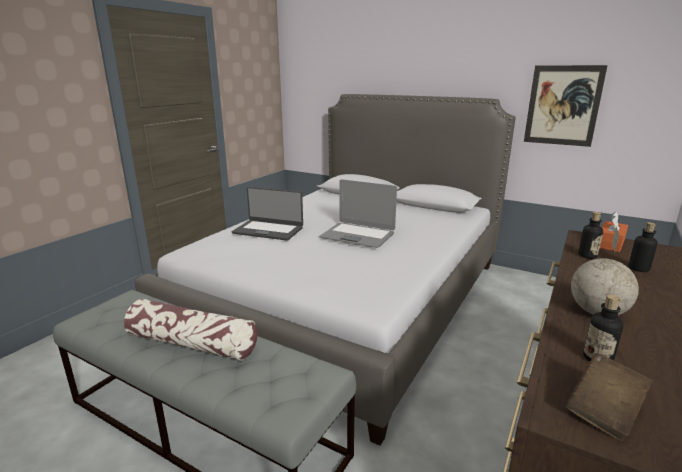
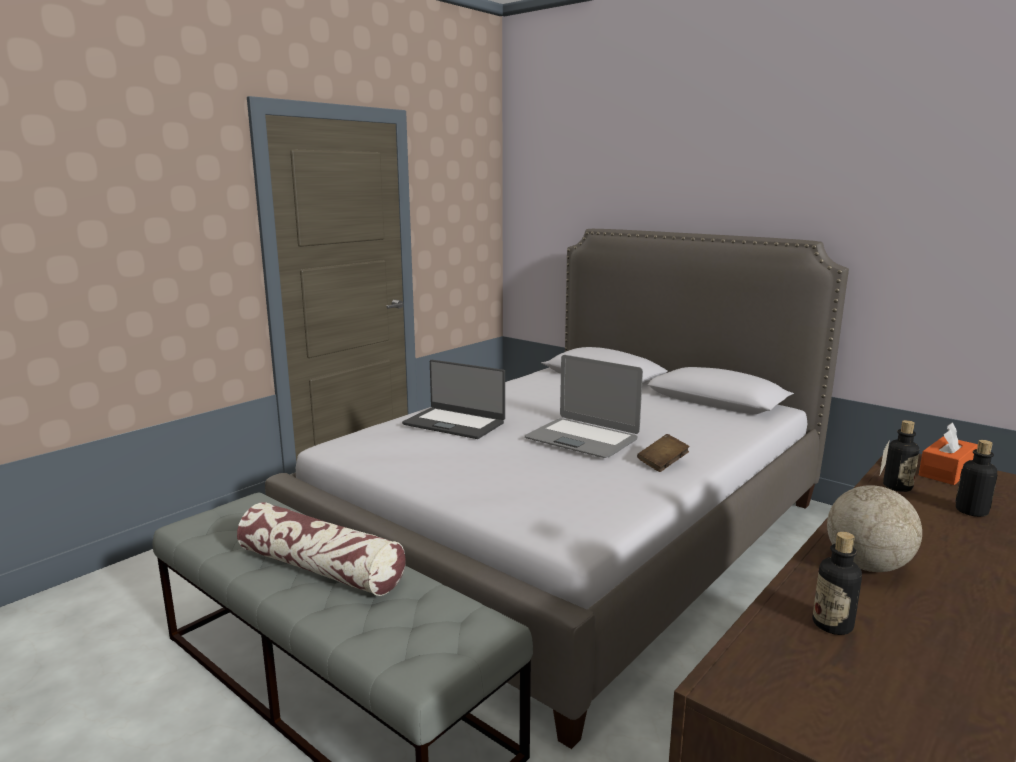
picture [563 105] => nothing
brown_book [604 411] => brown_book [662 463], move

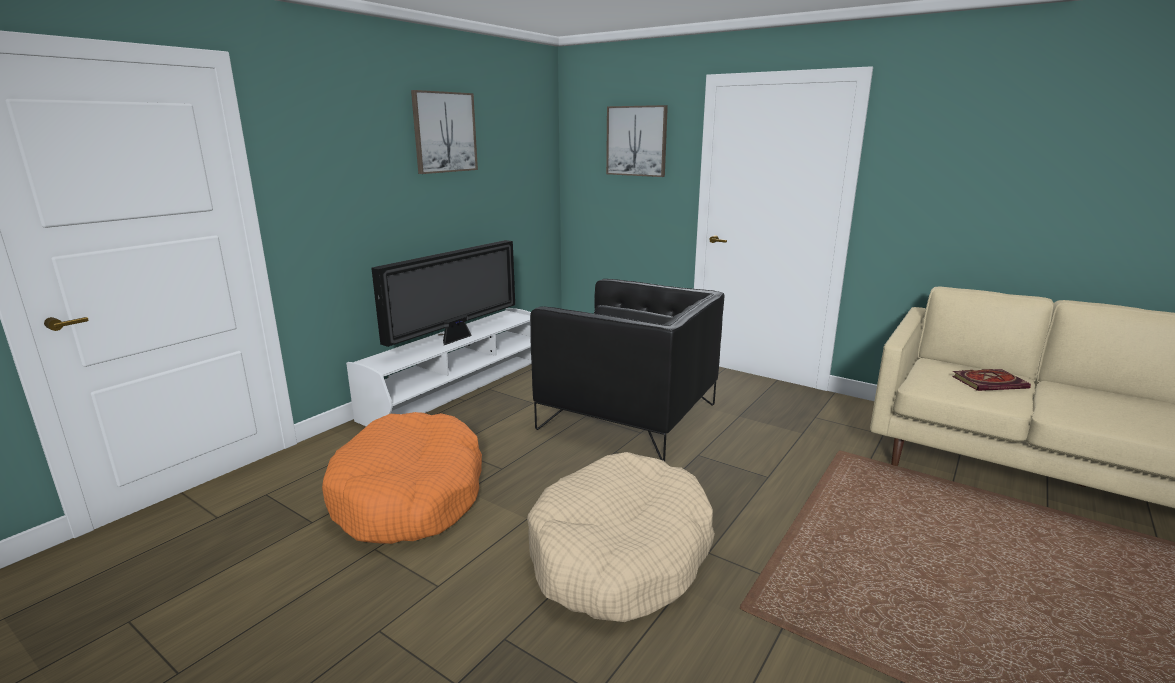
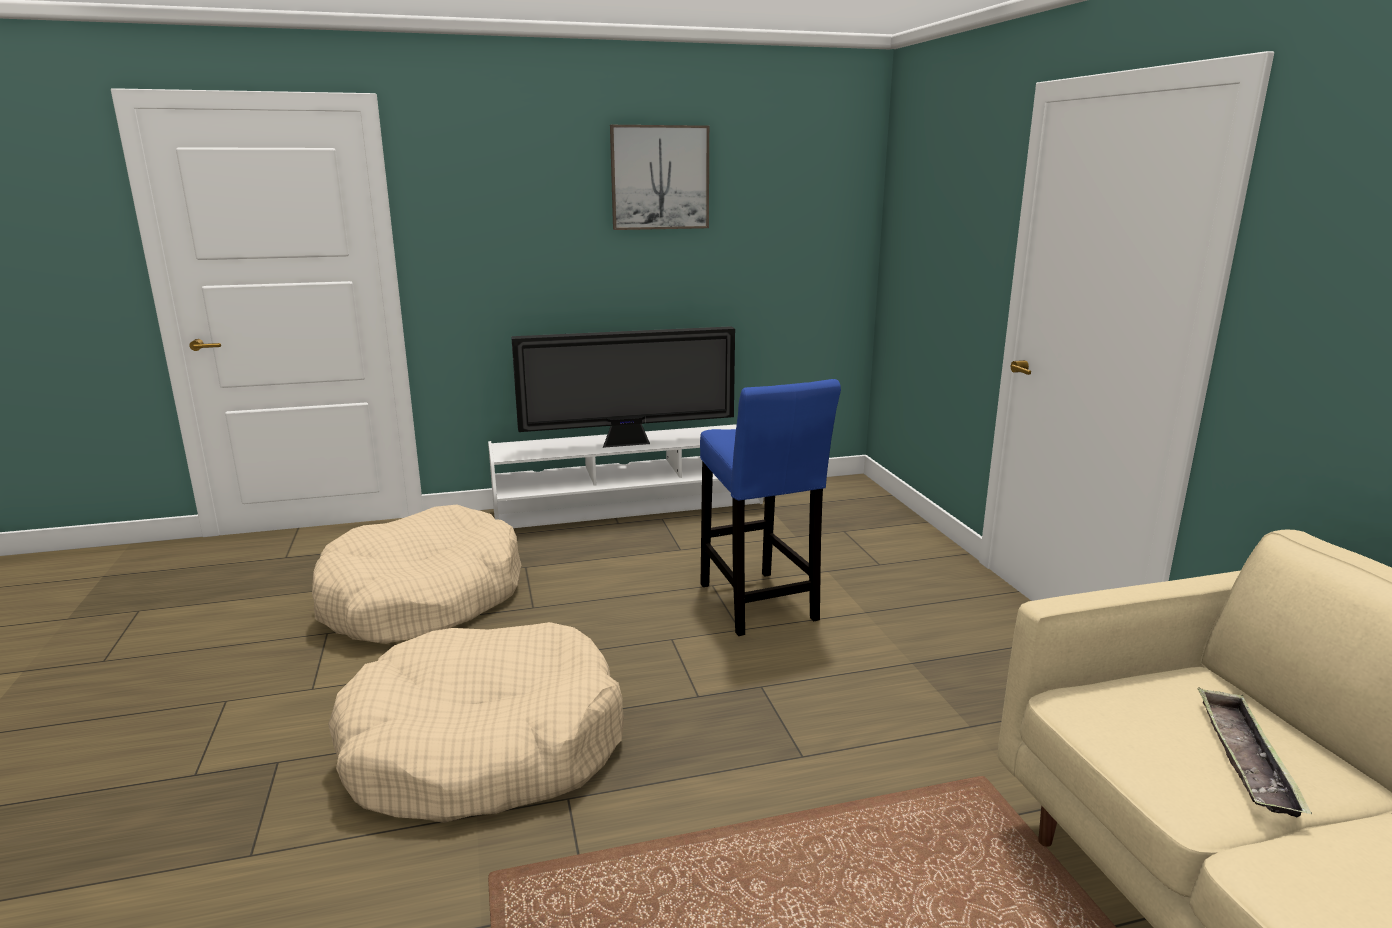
orange_dog_bed [410 496] => beige_dog_bed [422 599]
black_armchair [629 417] => blue_stool [758 606]
picture [636 141] => nothing
book [989 382] => tray [1245 757]

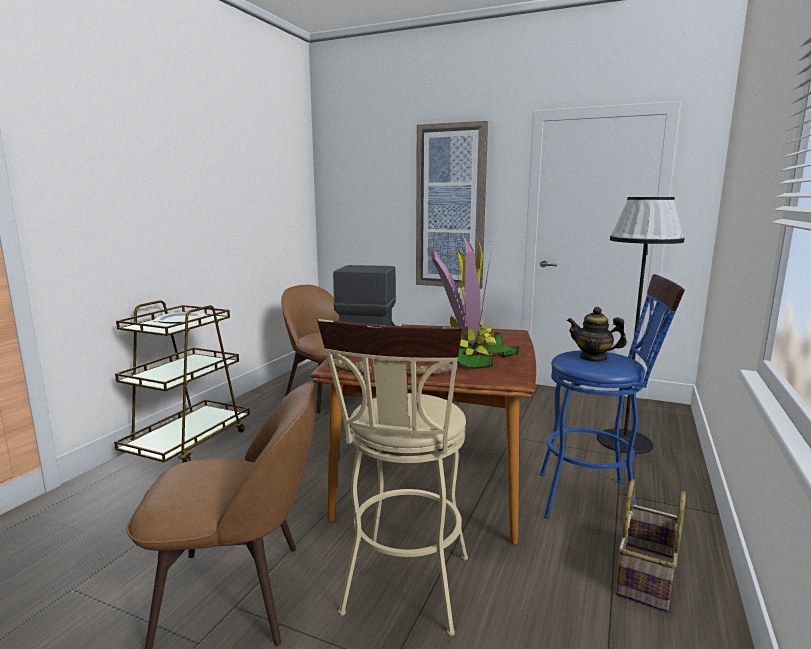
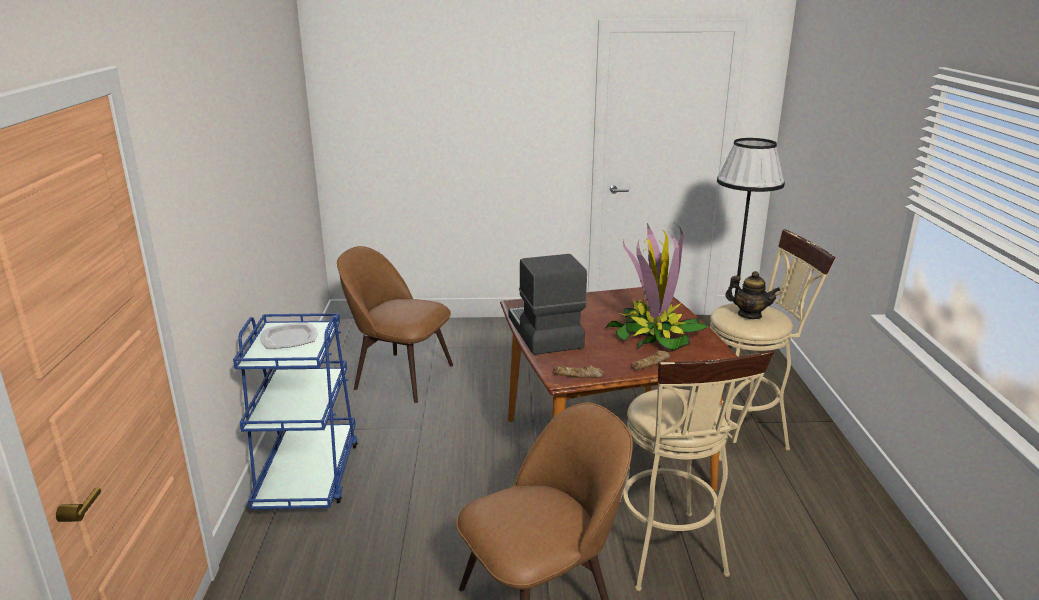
brown_cart [189 442] => blue_cart [308 476]
picture [450 207] => nothing
blue_stool [595 499] => beige_stool [743 432]
teapot [593 358] => teapot [749 315], 150 degrees counterclockwise
basket [647 577] => nothing

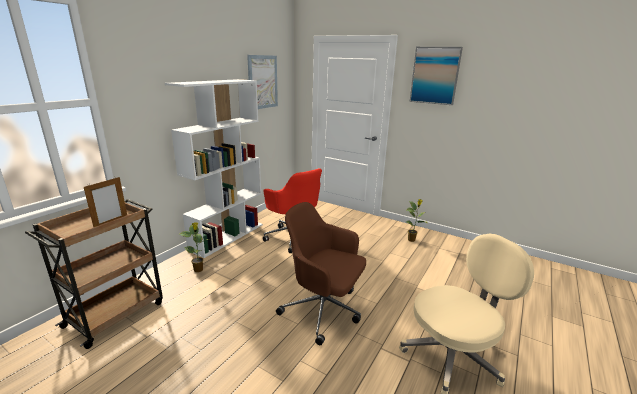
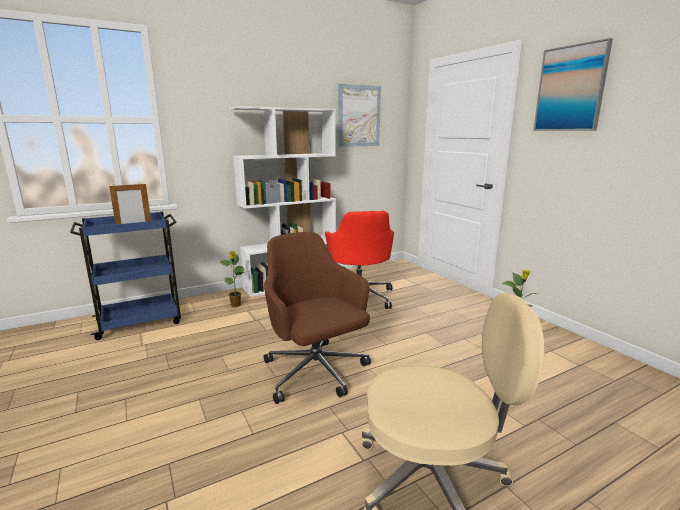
brown_cart [116 313] => blue_cart [141 321]

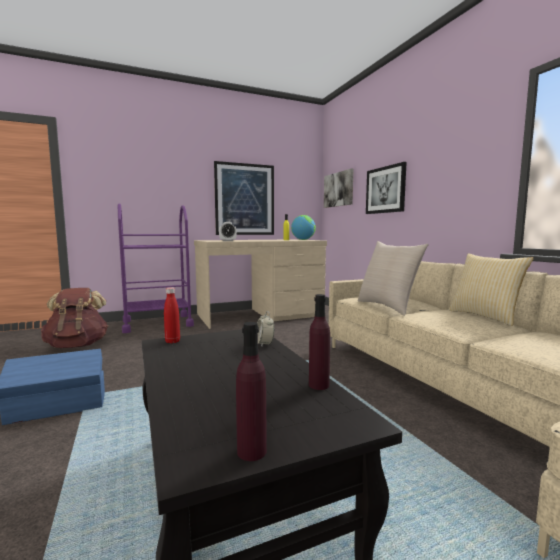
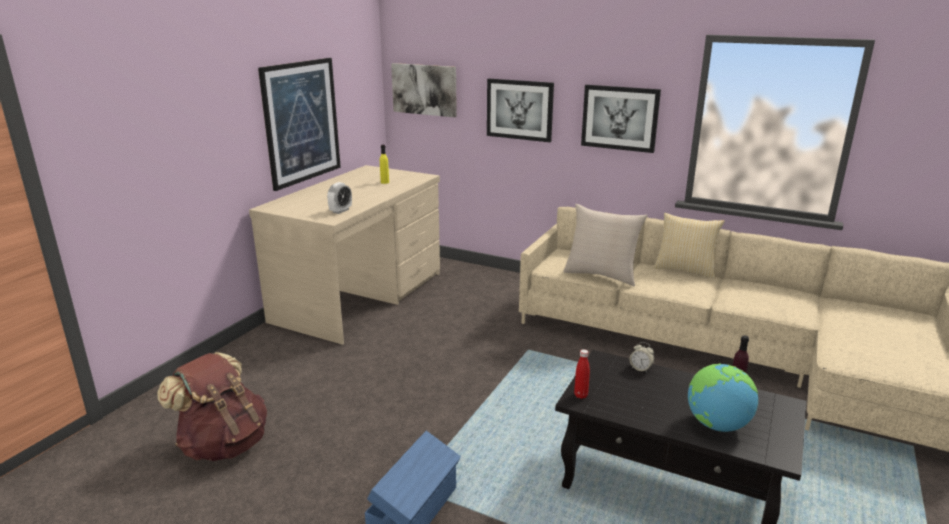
purple_cart [157 323] => nothing
purple_bottle [251 451] => nothing
globe [303 239] => globe [716 425], move
nothing => picture [620 118]

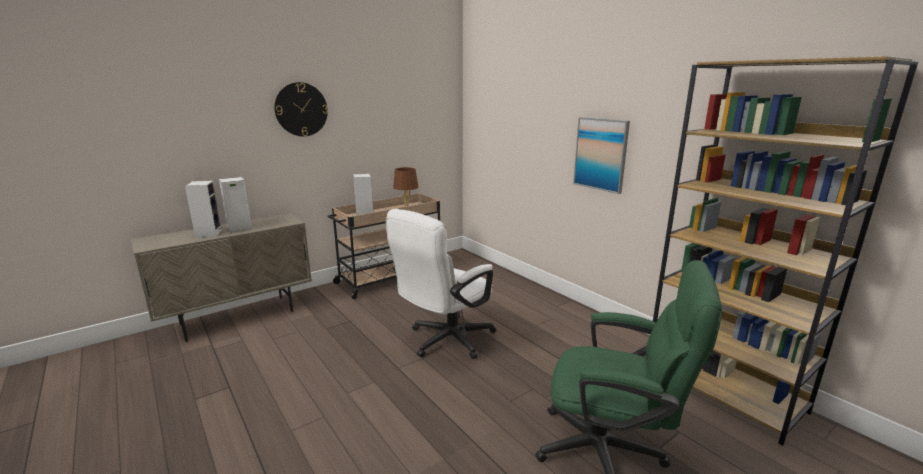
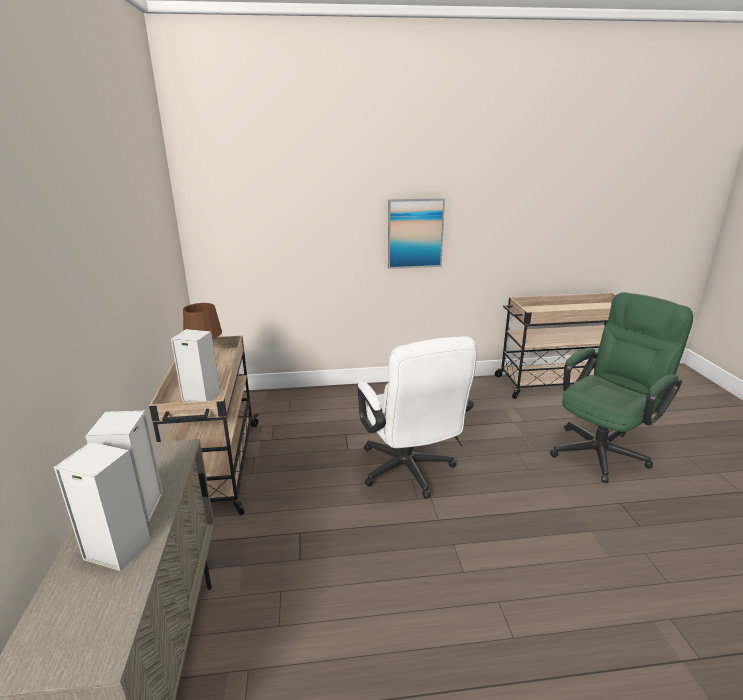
wall_clock [301 109] => nothing
brown_bookcase [723 391] => beige_cart [557 383]

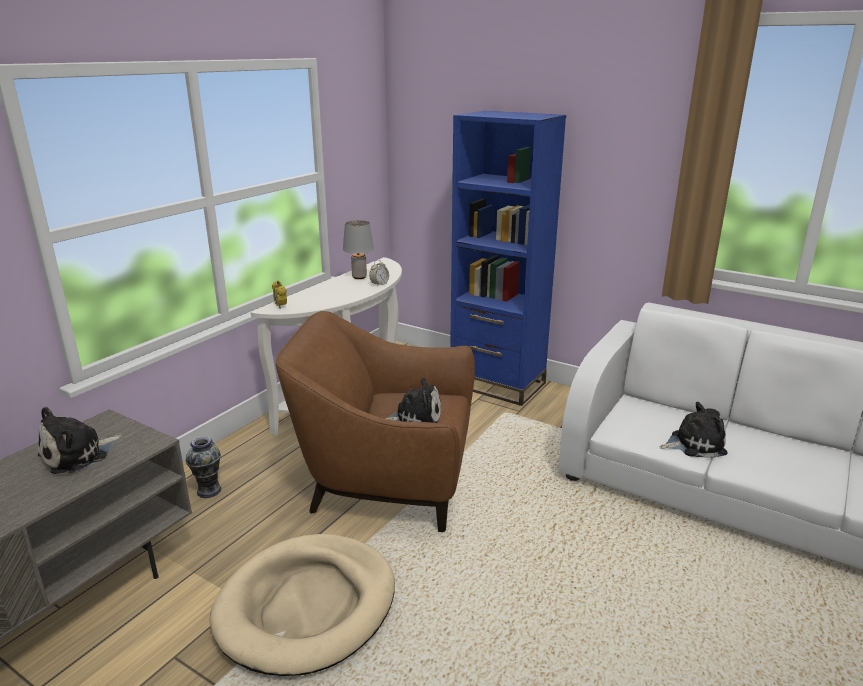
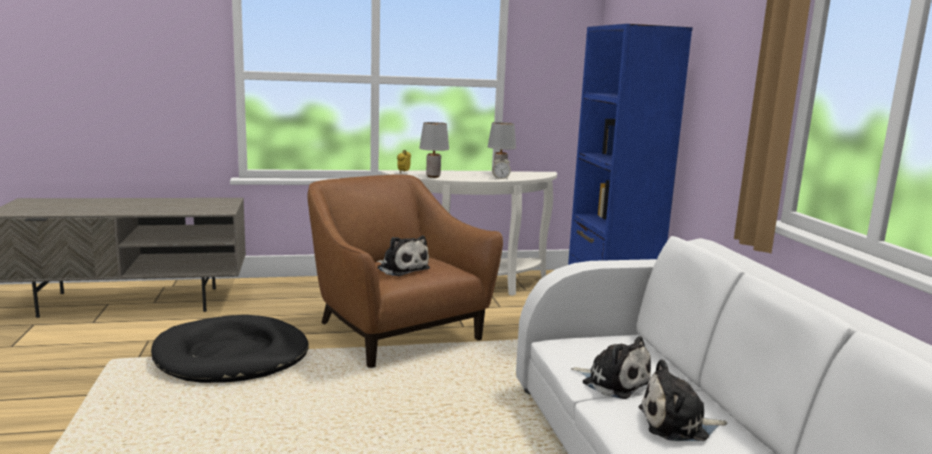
plush_toy [78 455] => plush_toy [678 424], move
vase [209 490] => nothing
beige_dog_bed [307 606] => black_dog_bed [232 356]
nothing => grey_table_lamp [432 176]

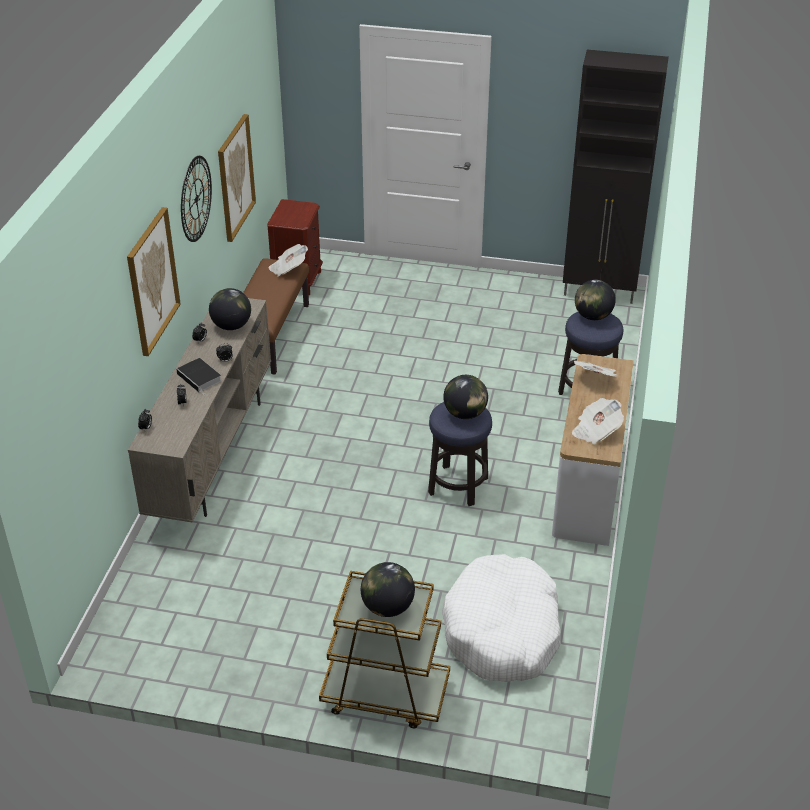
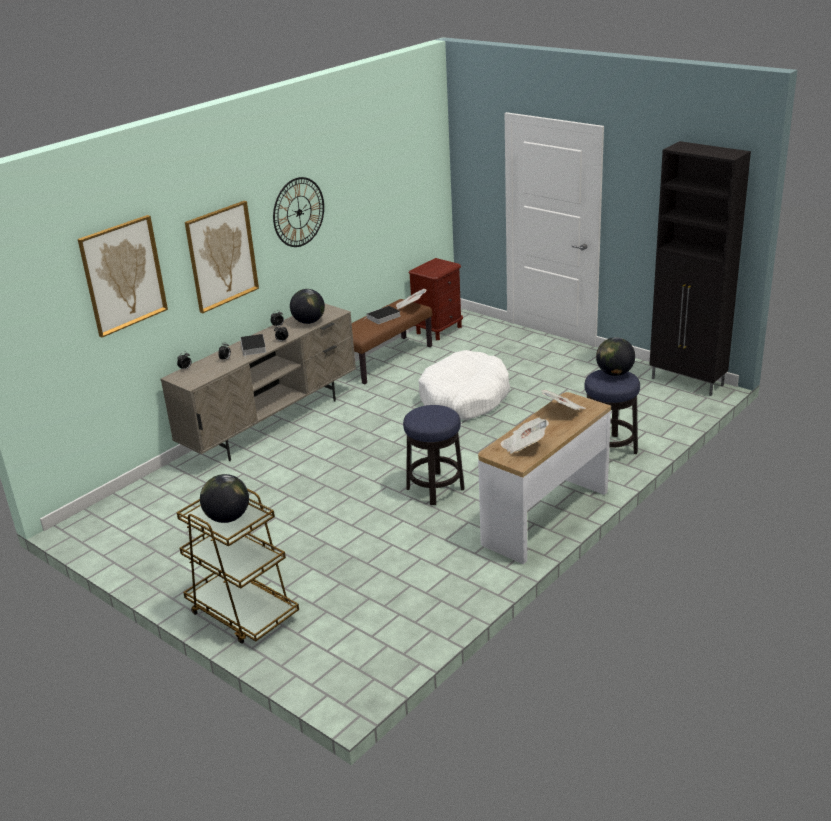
picture [235 177] => picture [123 275], move
white_dog_bed [502 631] => white_dog_bed [464 398], move
globe [465 414] => nothing
nothing => book [383 317]

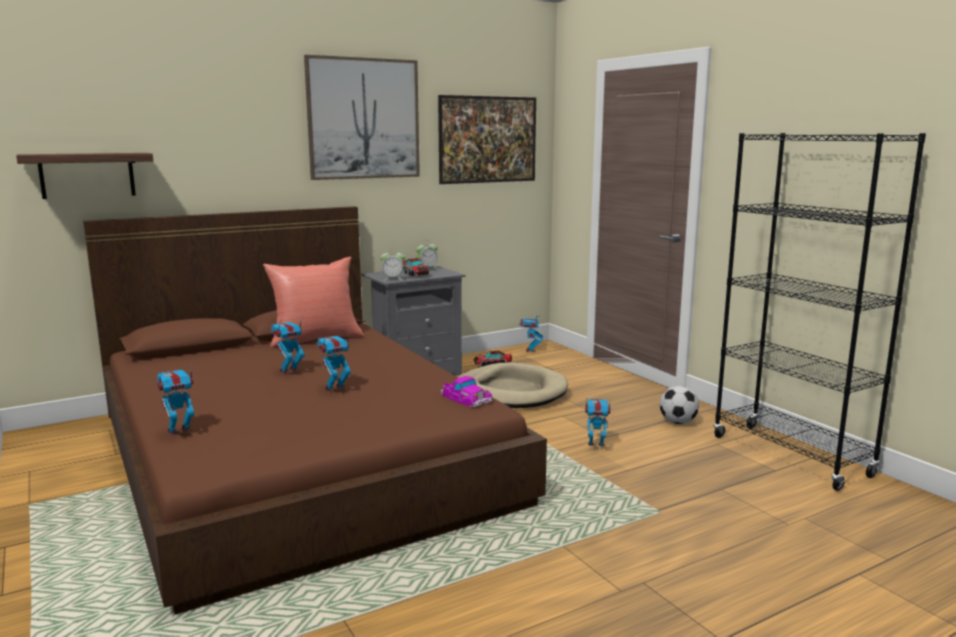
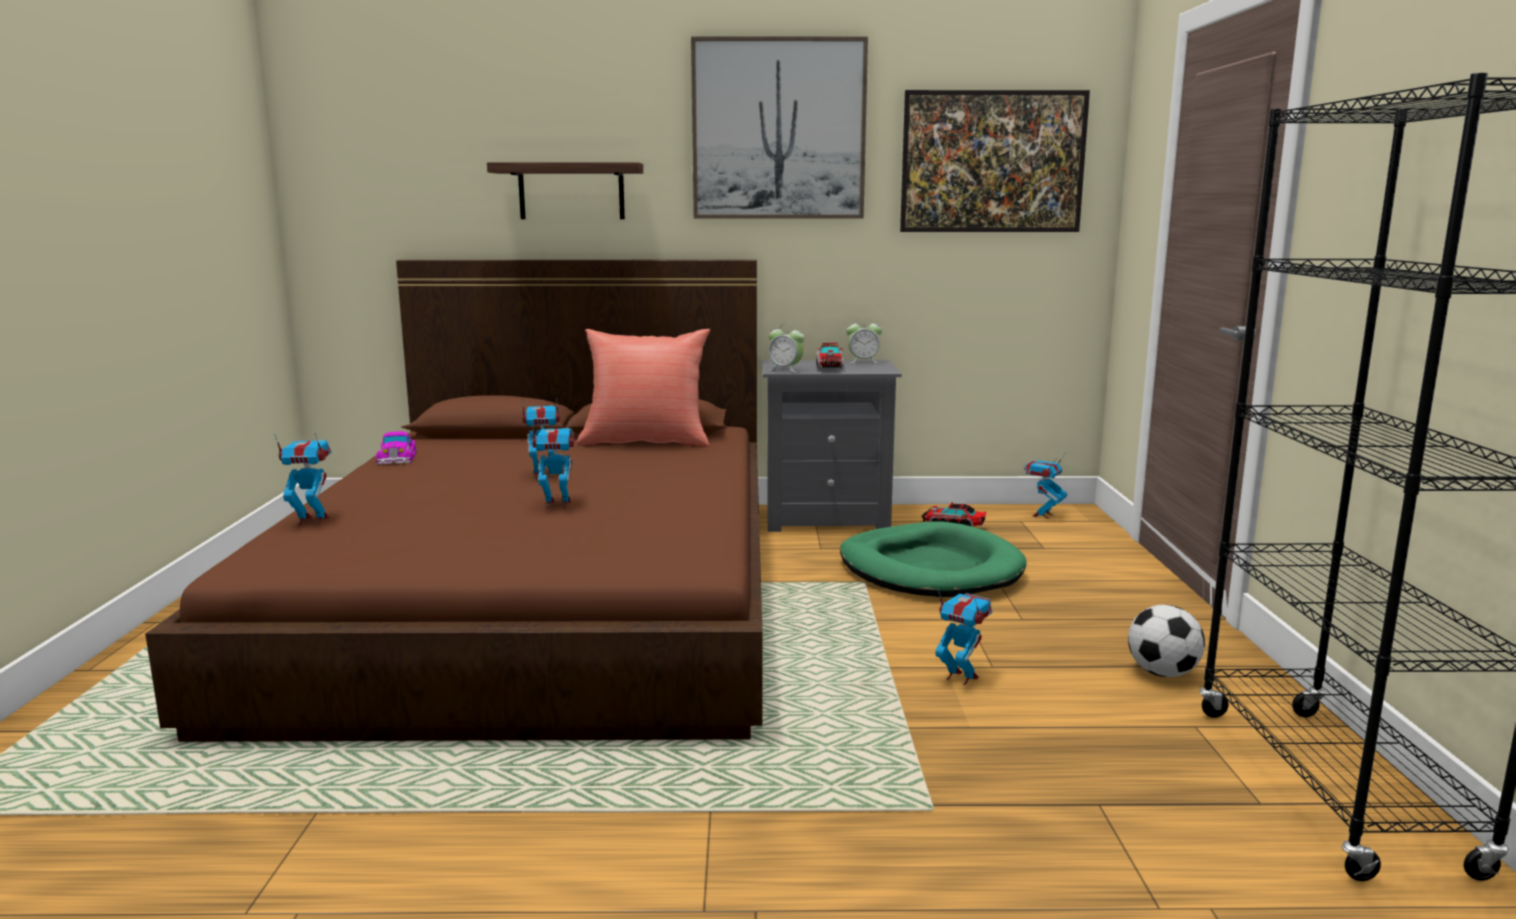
shelf [87 175] => shelf [571 191], move
toy_car [465 398] => toy_car [397 456], move
beige_dog_bed [510 392] => green_dog_bed [930 569]

